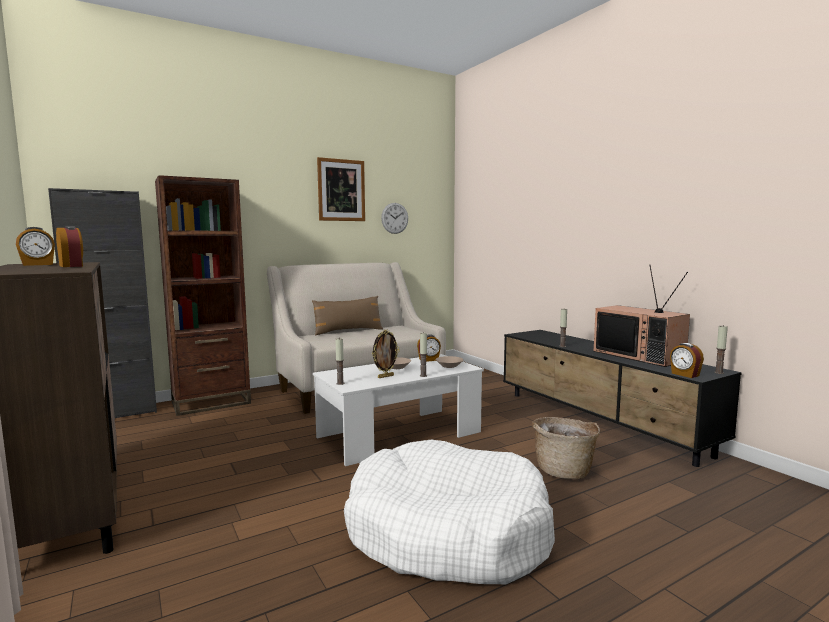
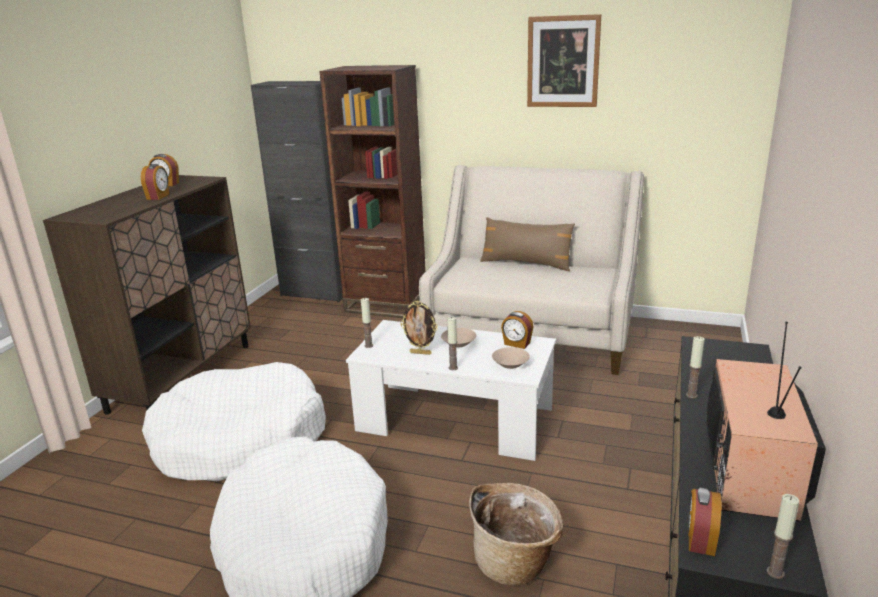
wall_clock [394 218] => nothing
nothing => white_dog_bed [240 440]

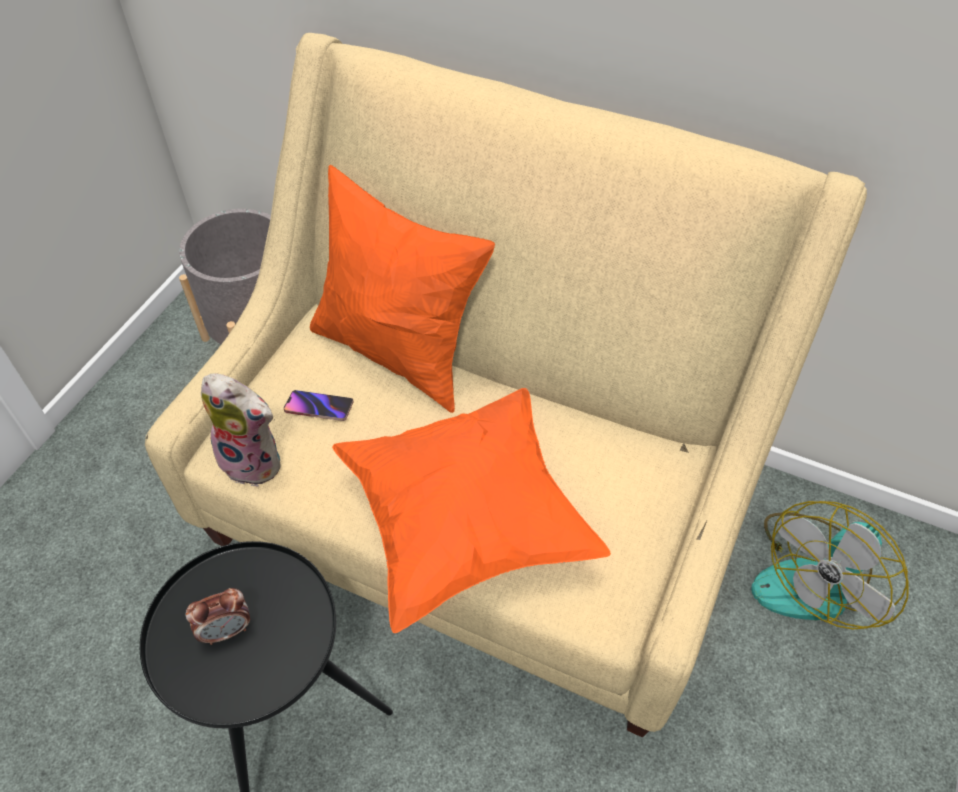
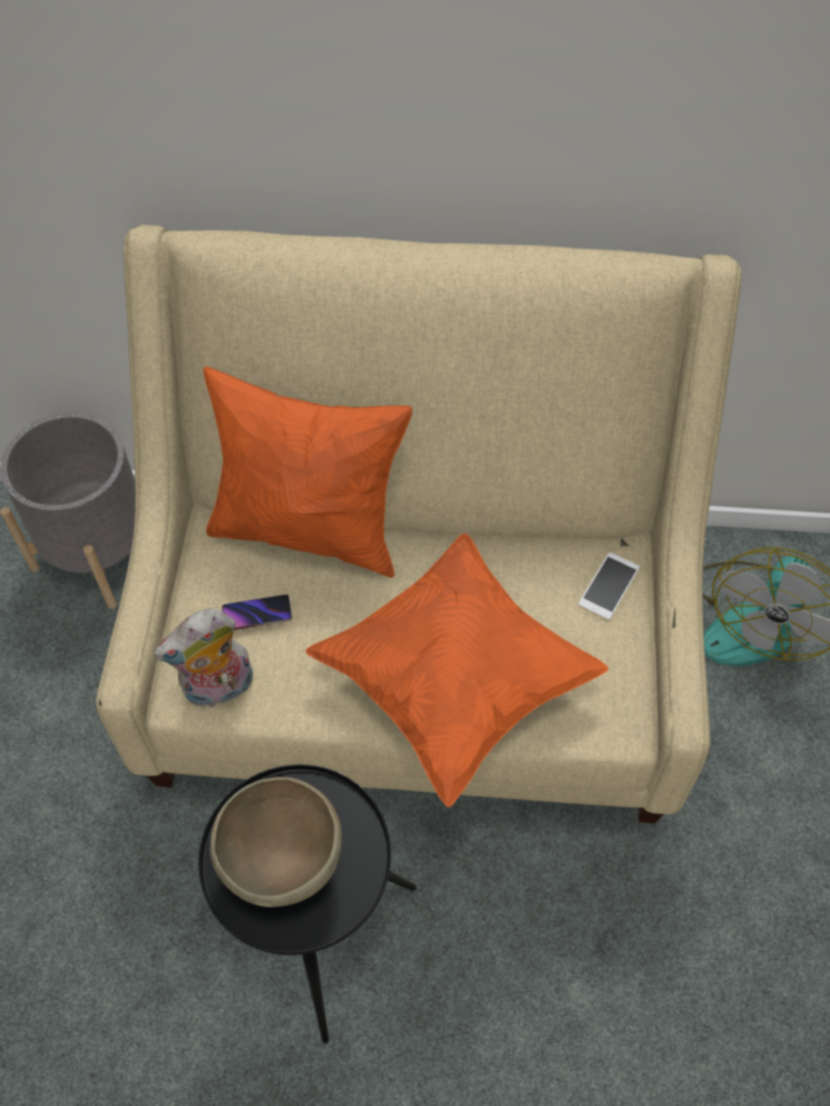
alarm_clock [227 630] => brown_bowl [283 861]
plush_toy [255 460] => plush_toy [218 689], 150 degrees clockwise
nothing => phone [608 586]

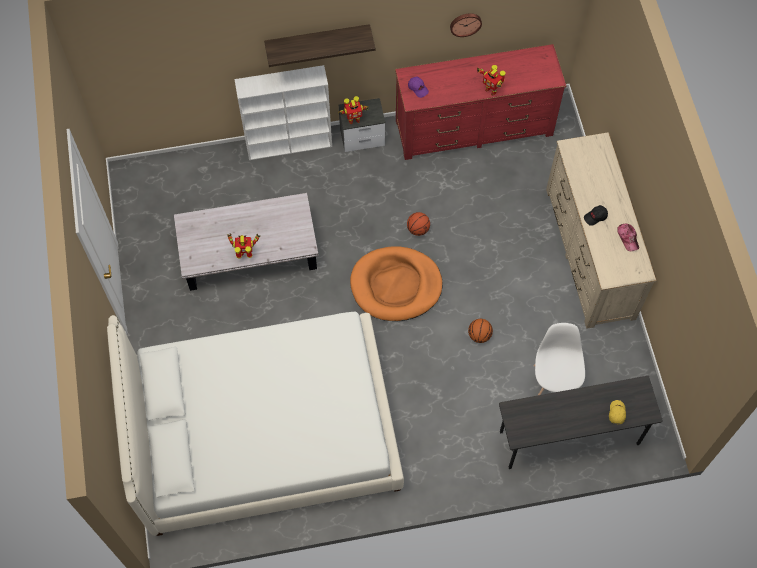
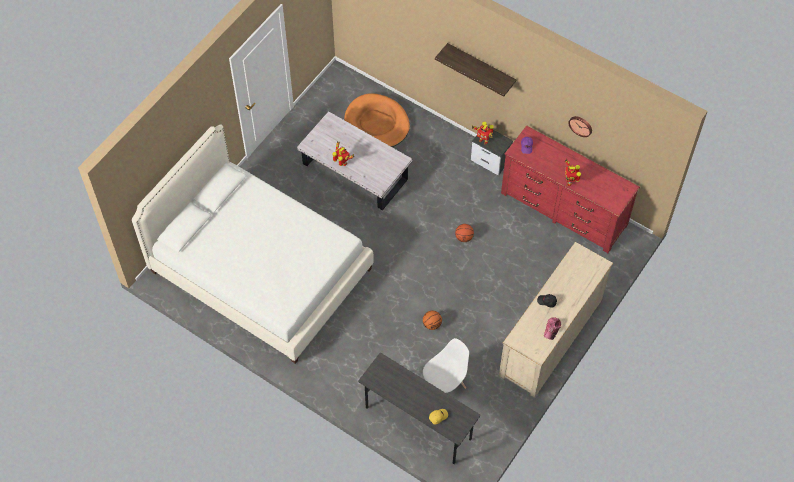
white_bookcase [290 144] => nothing
orange_dog_bed [396 285] => orange_dog_bed [377 123], move

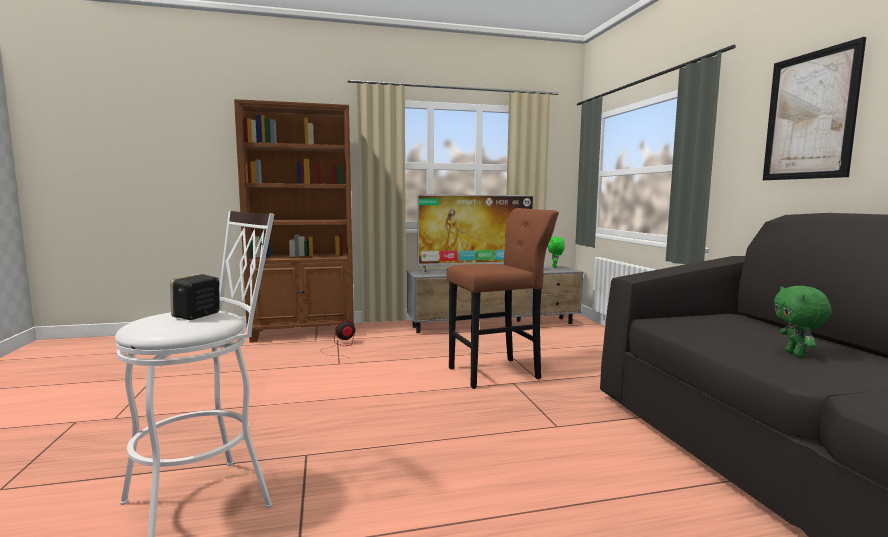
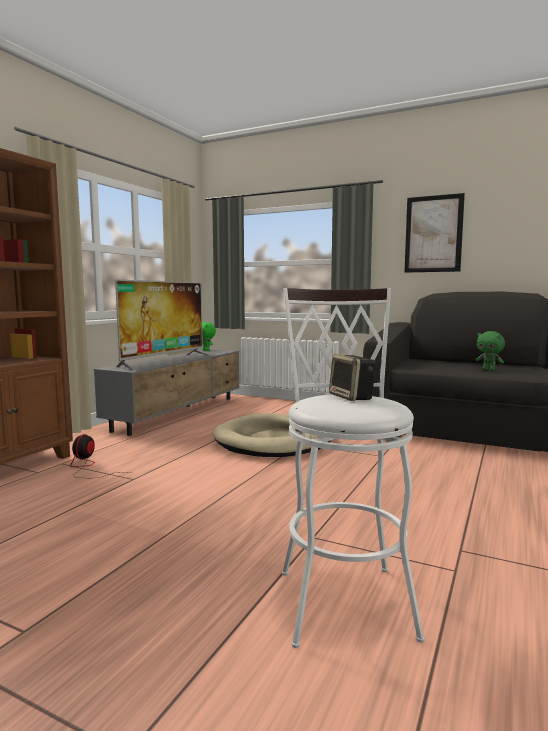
brown_stool [498 372] => beige_dog_bed [274 441]

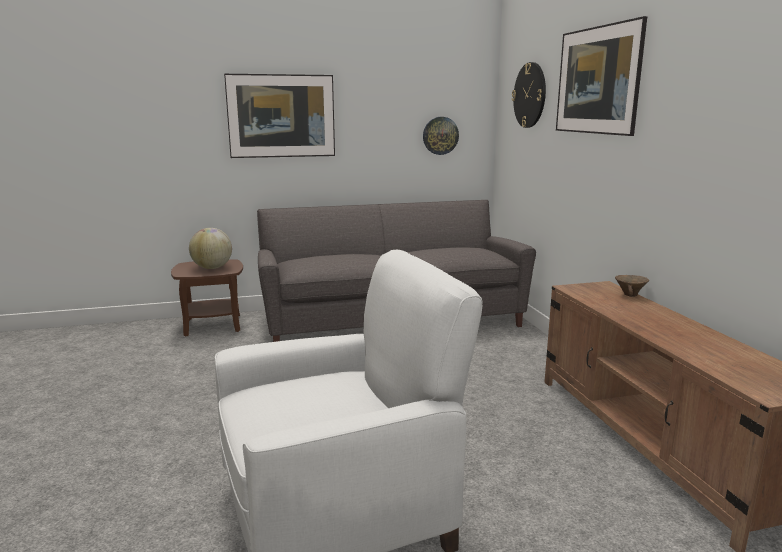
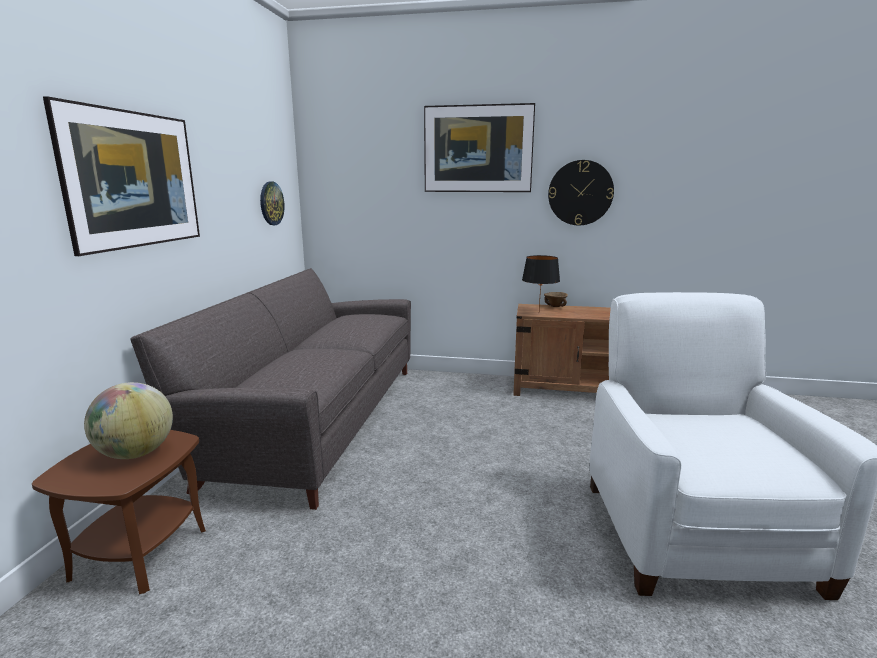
wall_clock [530 95] => wall_clock [580 193], move
nothing => black_table_lamp [539 313]

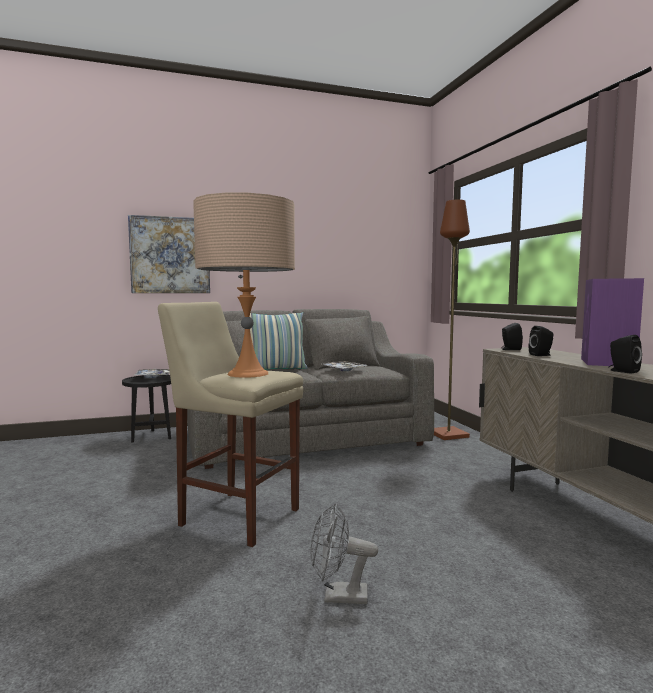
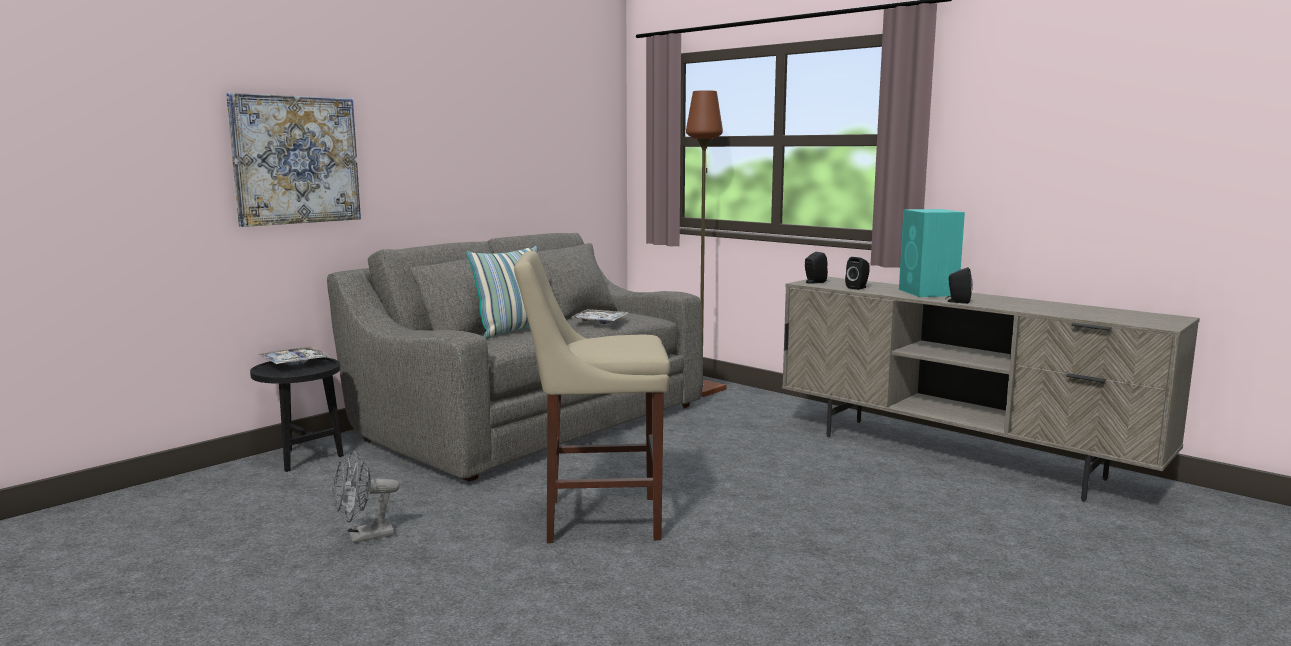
beige_table_lamp [248 373] => nothing
grey_fan [338 596] => grey_fan [364 537], move
purple_speaker [607 363] => turquoise_speaker [928 293]

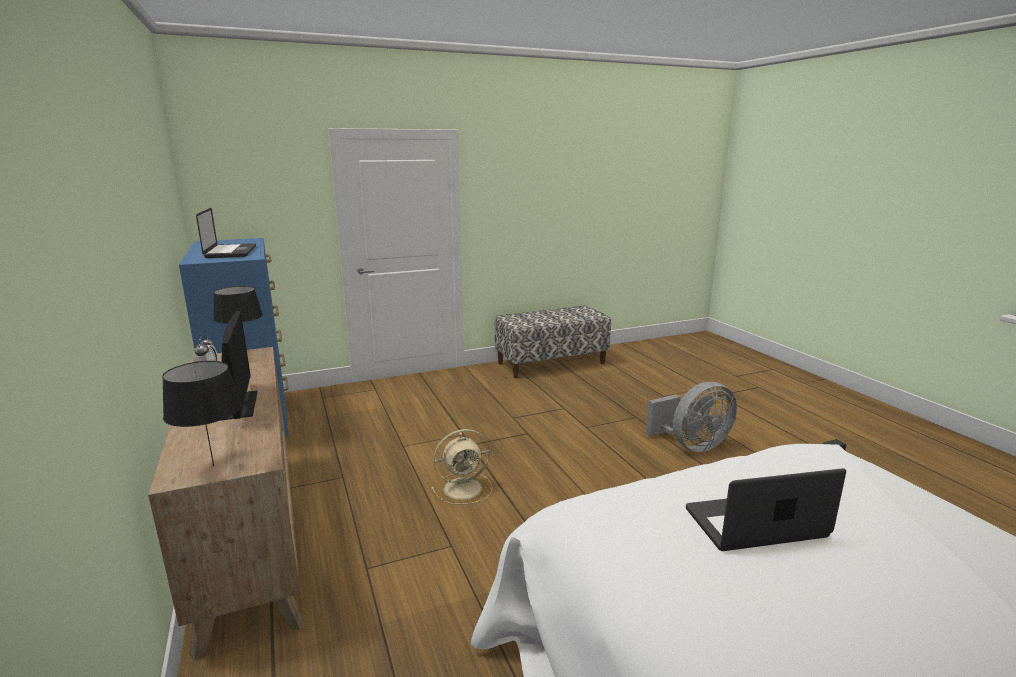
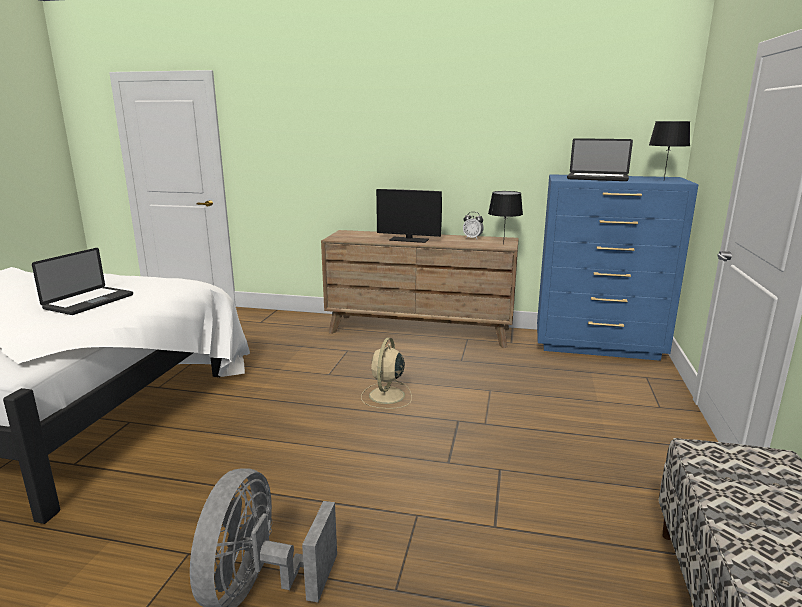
black_table_lamp [214 465] => black_table_lamp [664 180], move

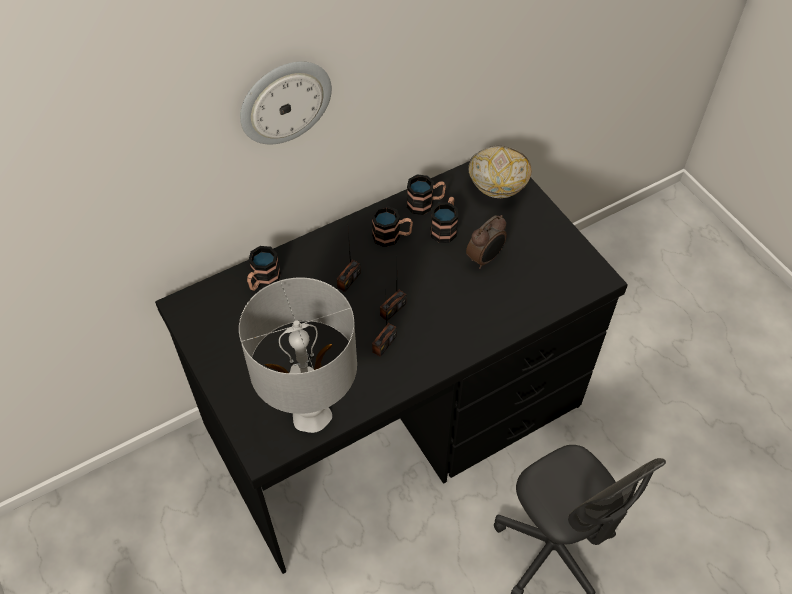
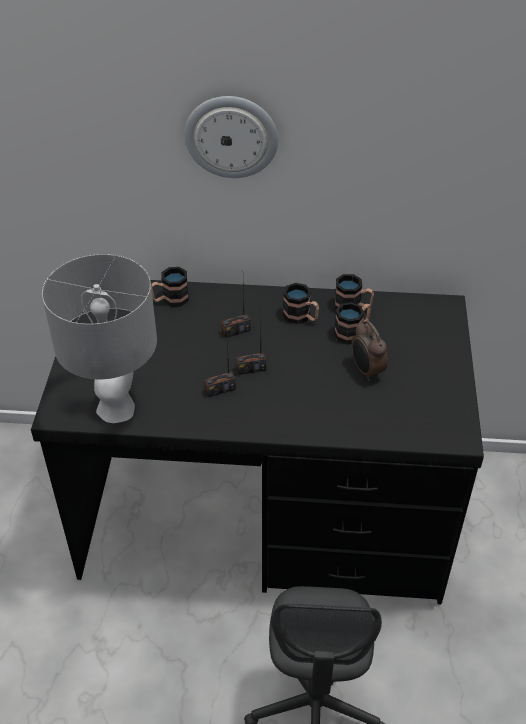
alarm_clock [485 258] => alarm_clock [366 371], 75 degrees clockwise
bowl [497 187] => nothing

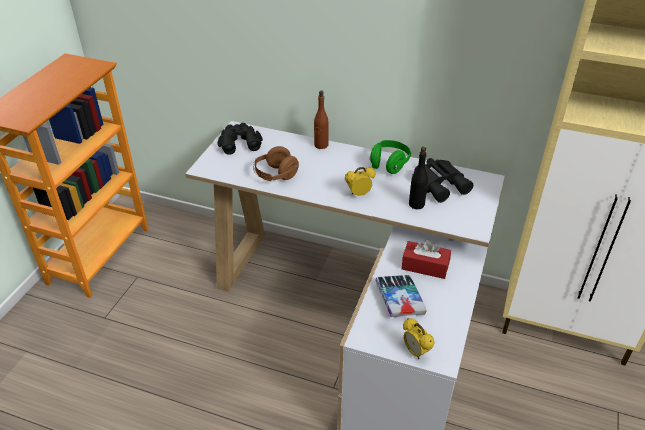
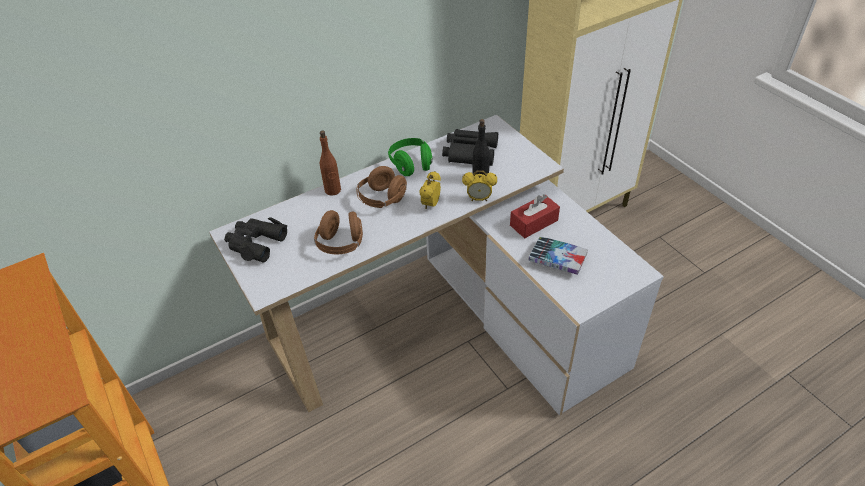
alarm_clock [415 352] => alarm_clock [479 199], move
nothing => brown_headphones [382 199]

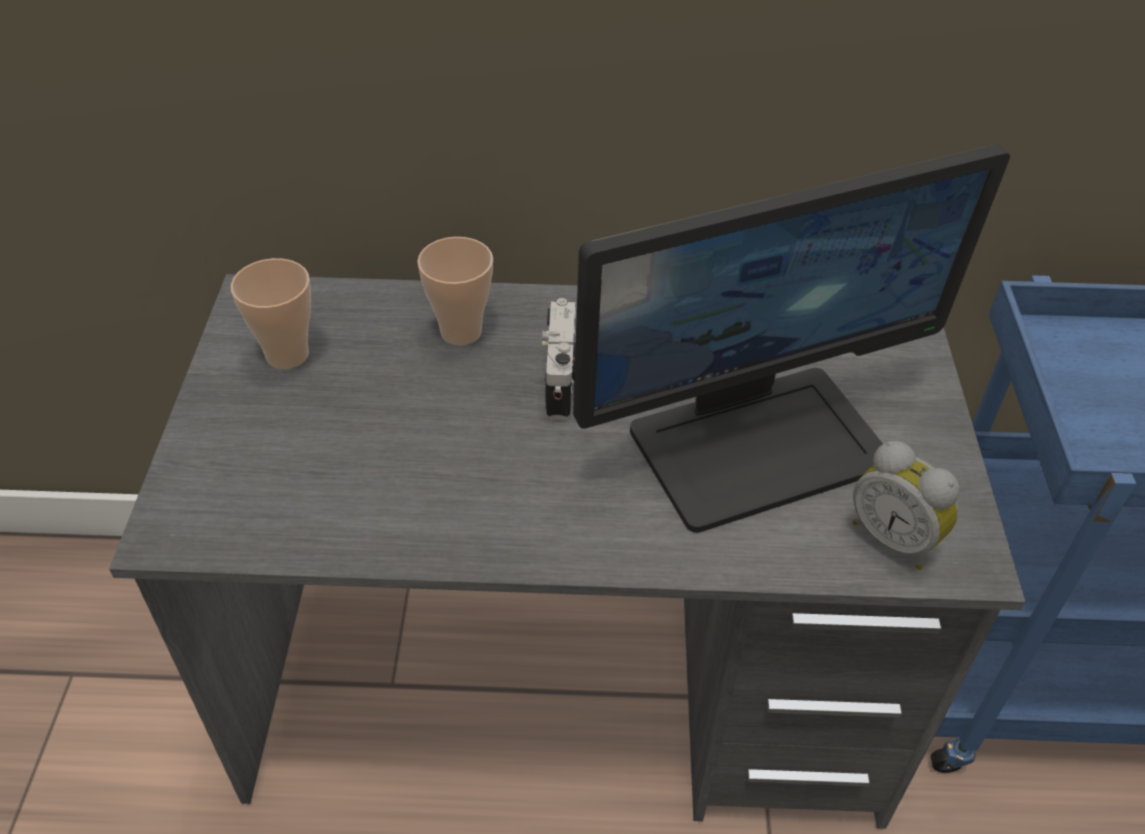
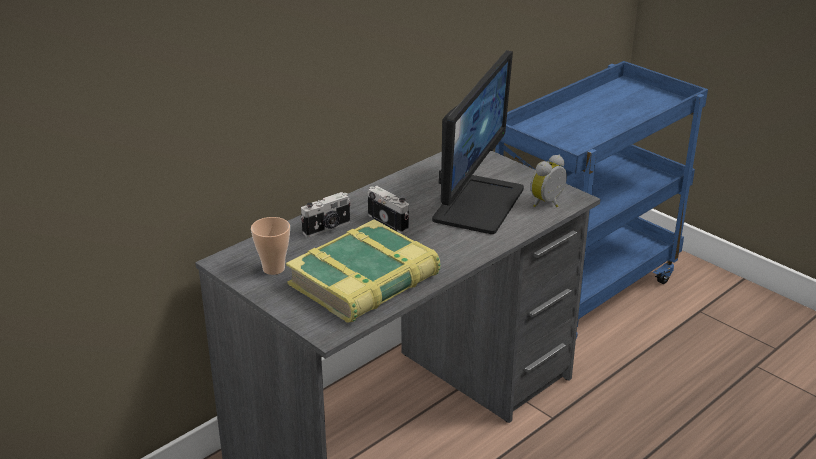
cup [461 332] => photo_camera [327 228]
alarm_clock [894 538] => alarm_clock [549 203], 135 degrees clockwise
nothing => book [365 282]

